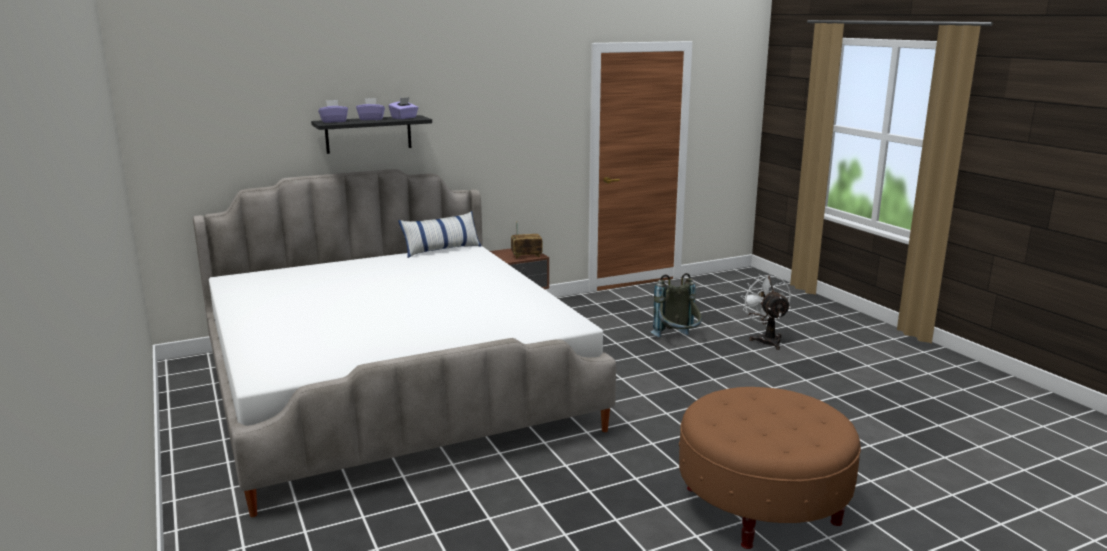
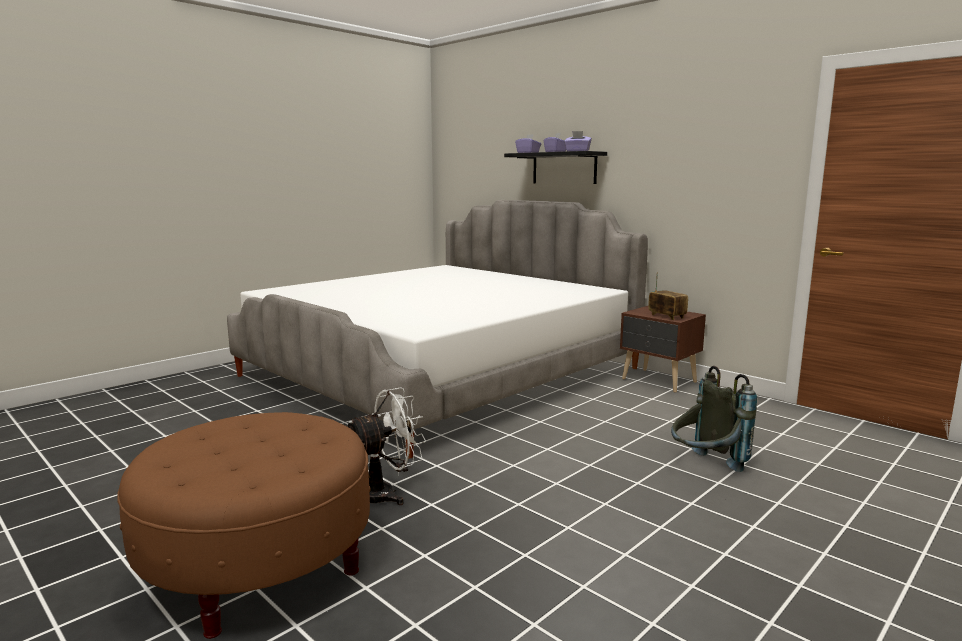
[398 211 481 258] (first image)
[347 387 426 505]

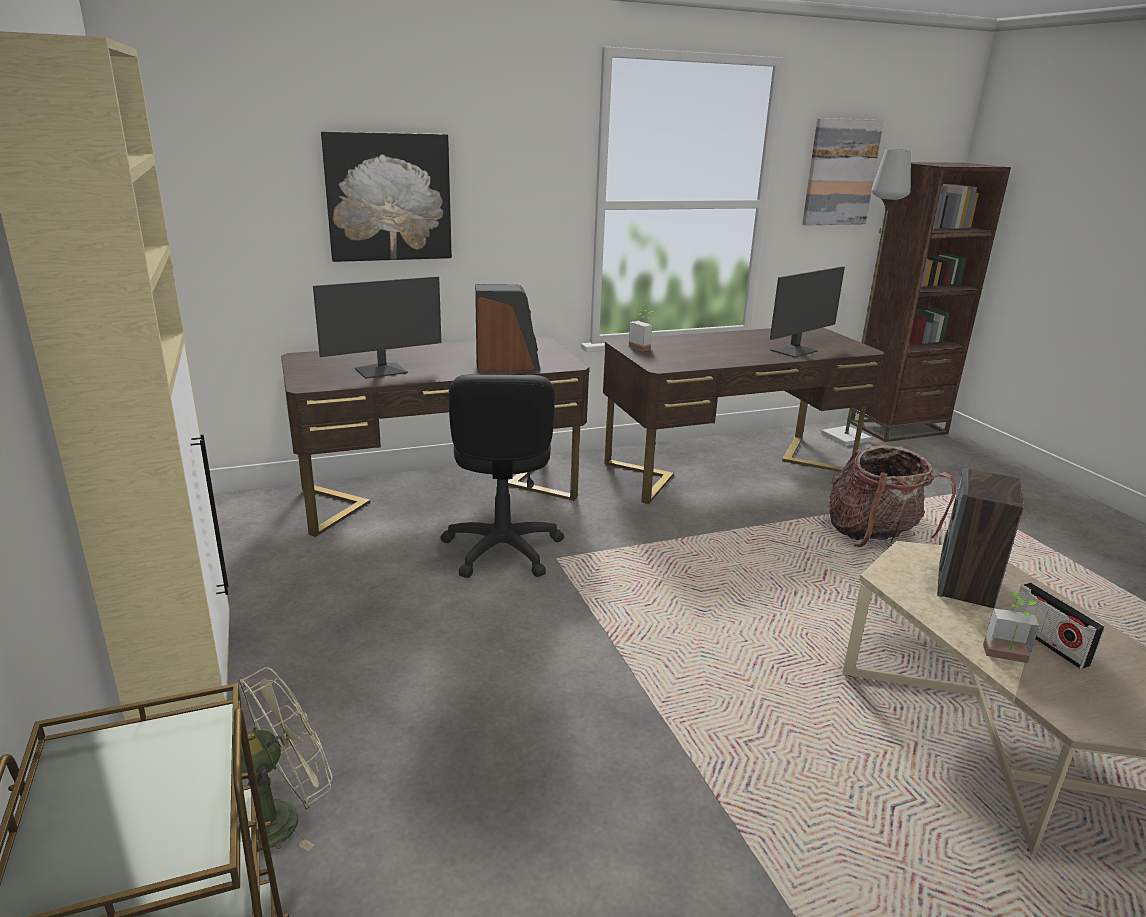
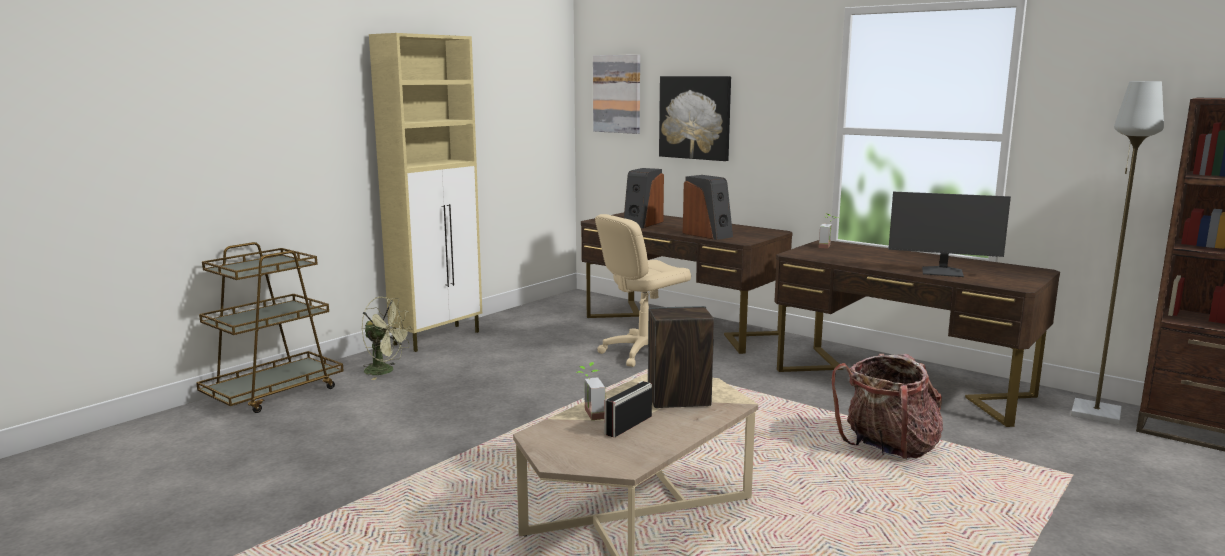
[624 168 664 228]
[595 214 691 367]
[593 55 640 134]

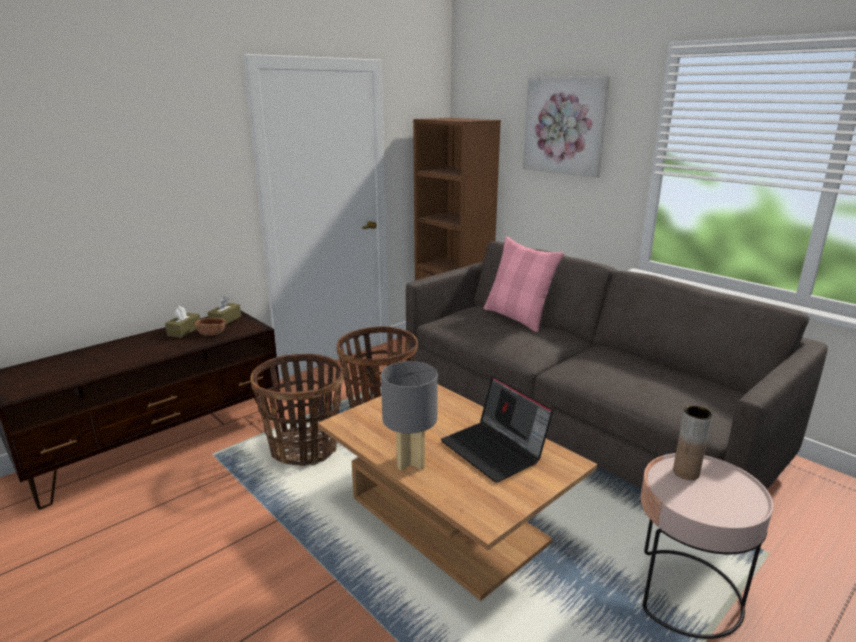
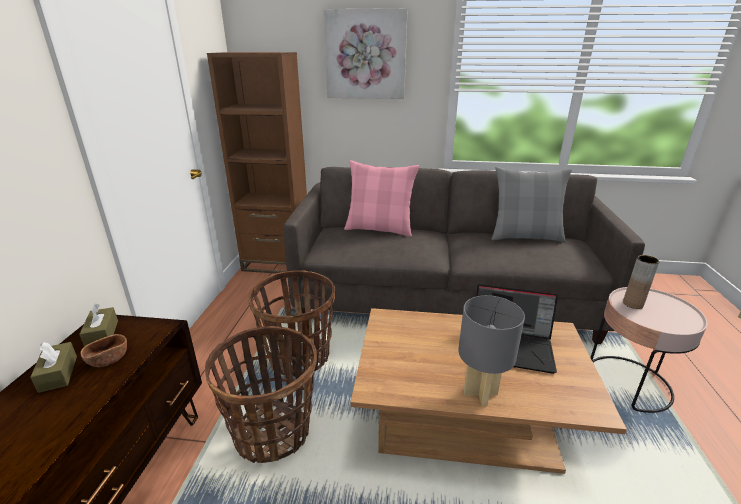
[491 167 572 243]

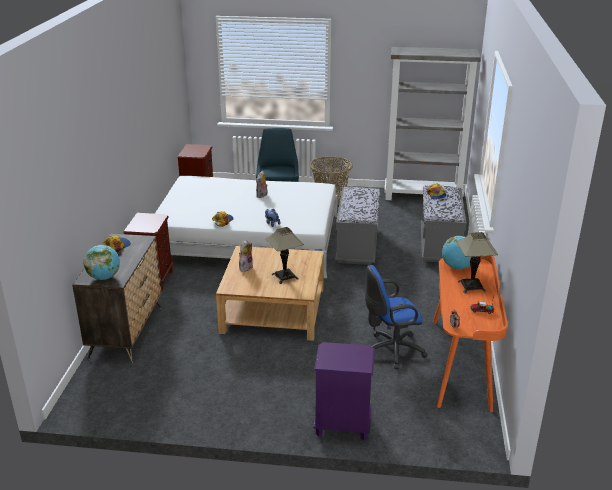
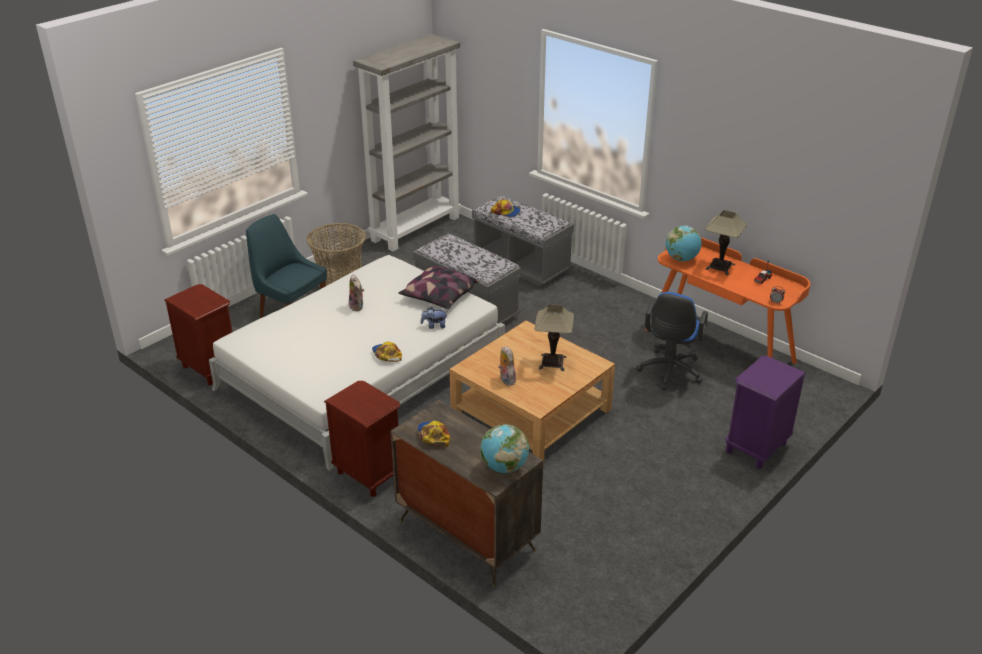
[398 266 479 309]

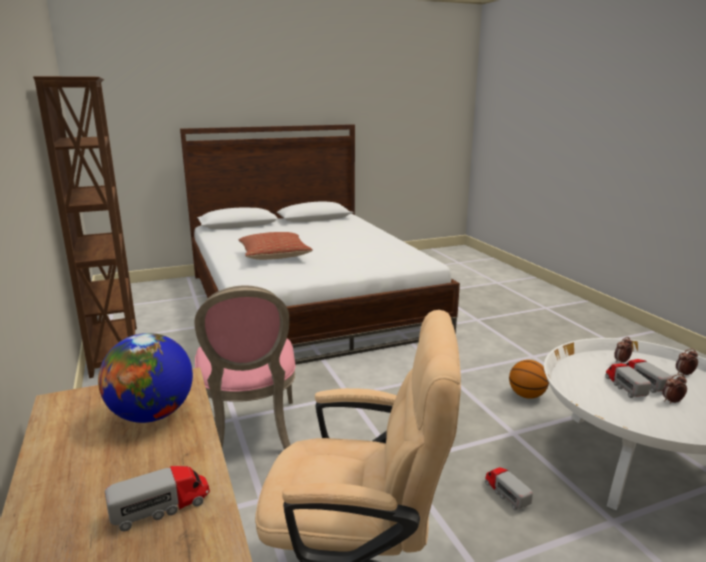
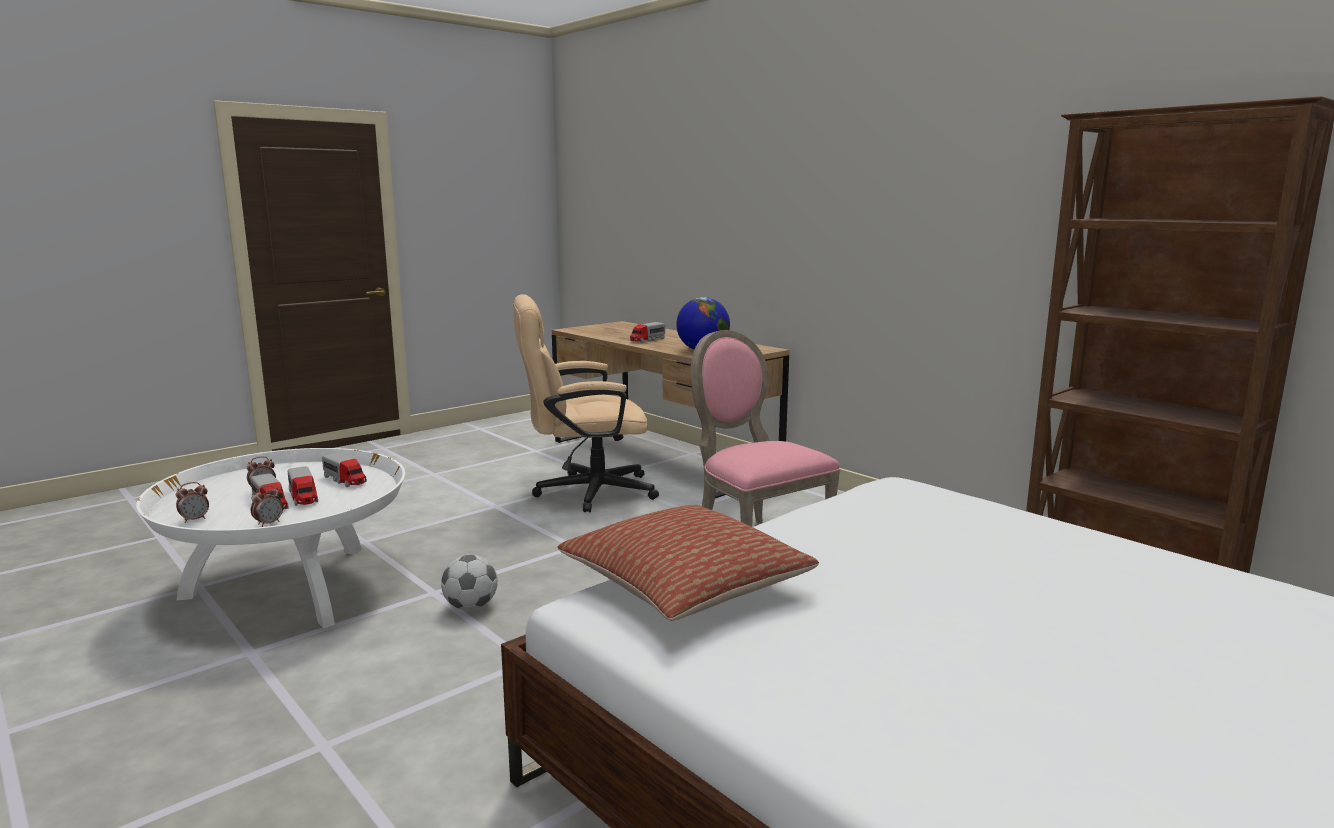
[558 505 819 621]
[322 452 367 487]
[509 360 549 399] (first image)
[441 554 498 611]

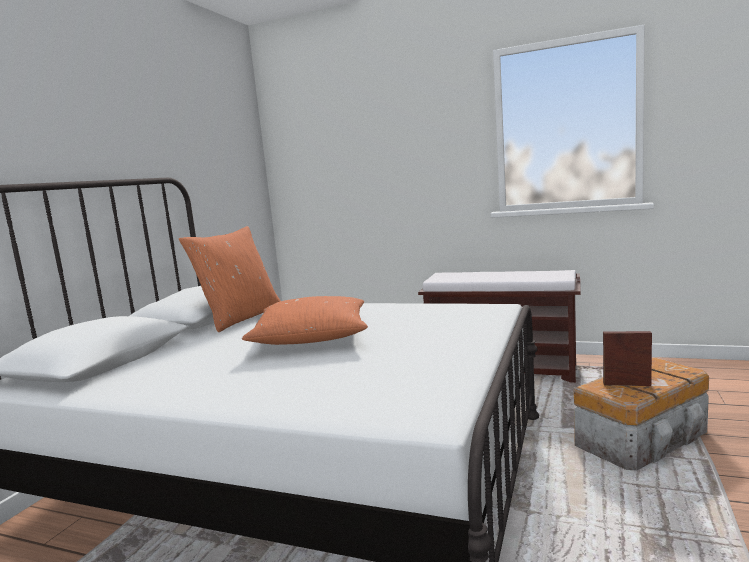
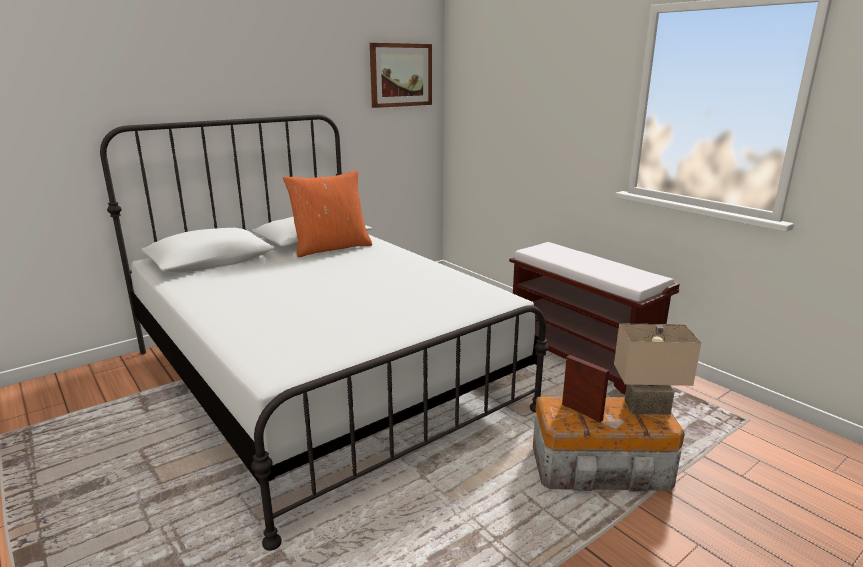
[242 296 368 345] (first image)
[370 43 432 108]
[614 323 701 415]

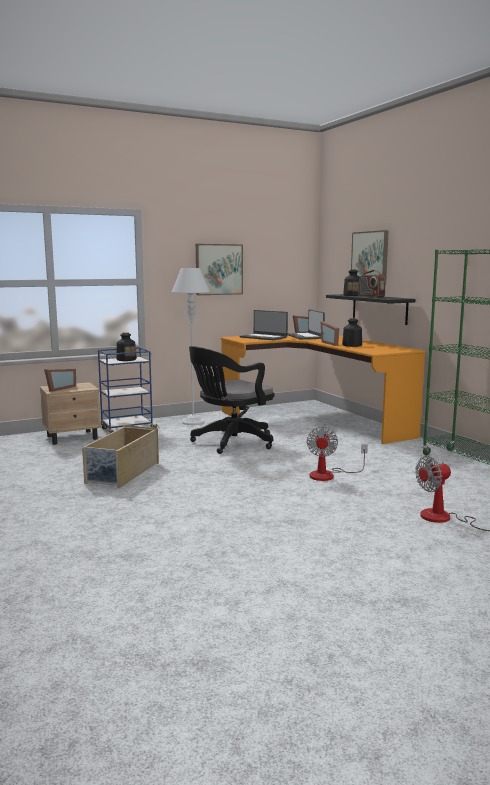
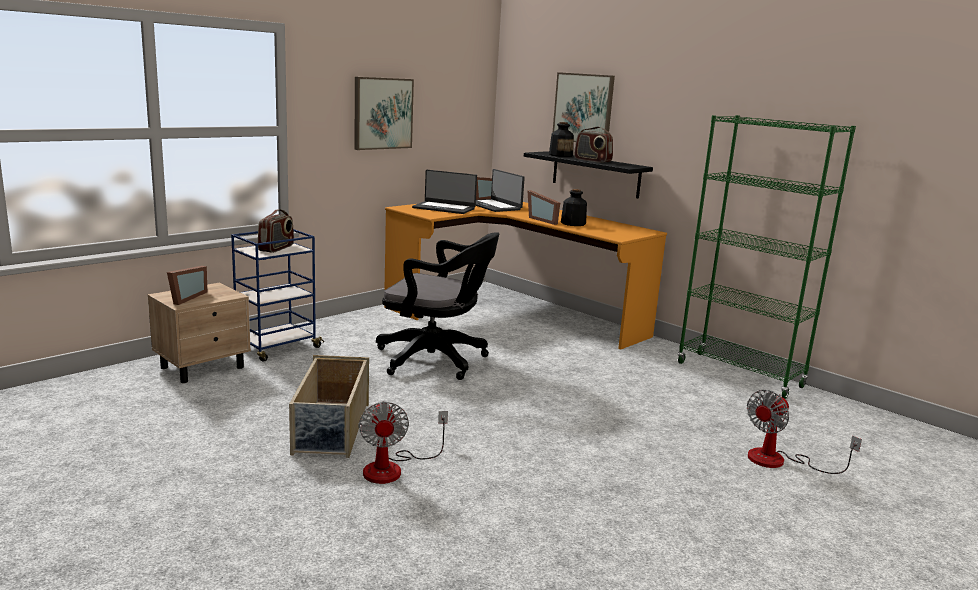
[258 209 294 253]
[172 268 210 425] (first image)
[376 232 499 380]
[359 401 448 484]

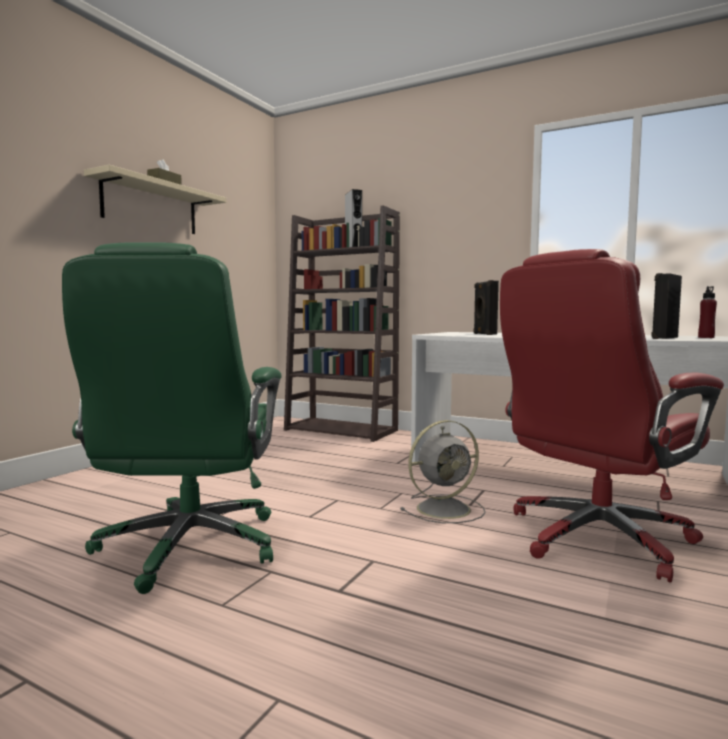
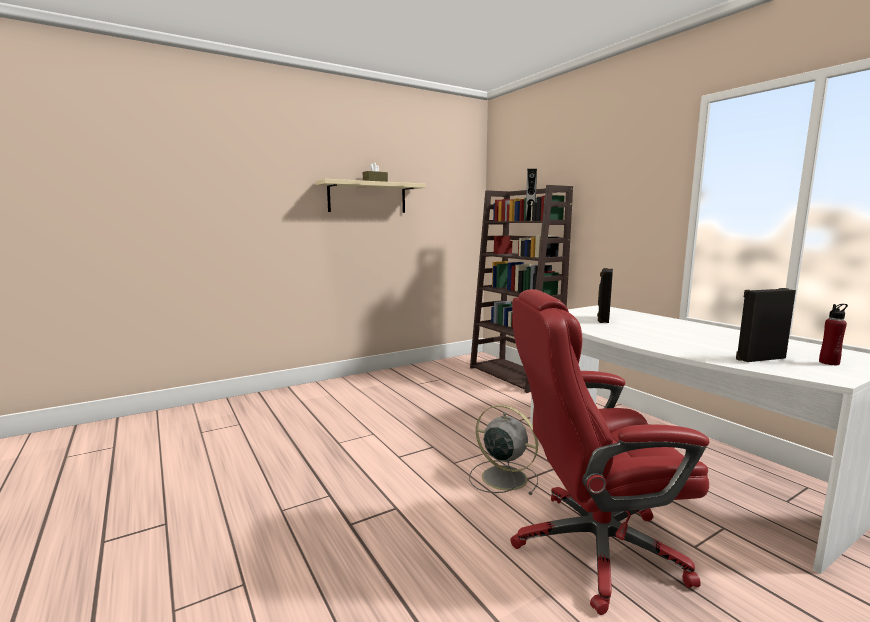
[62 242 282 594] (first image)
[469 405 538 495]

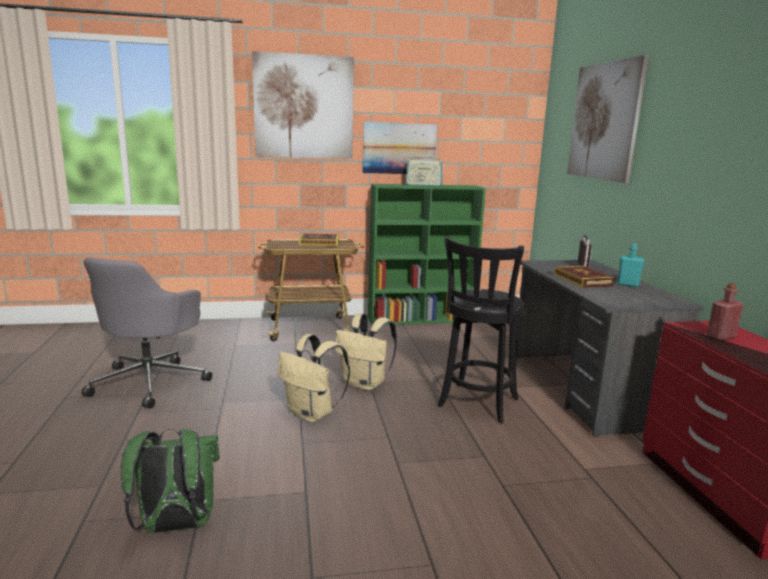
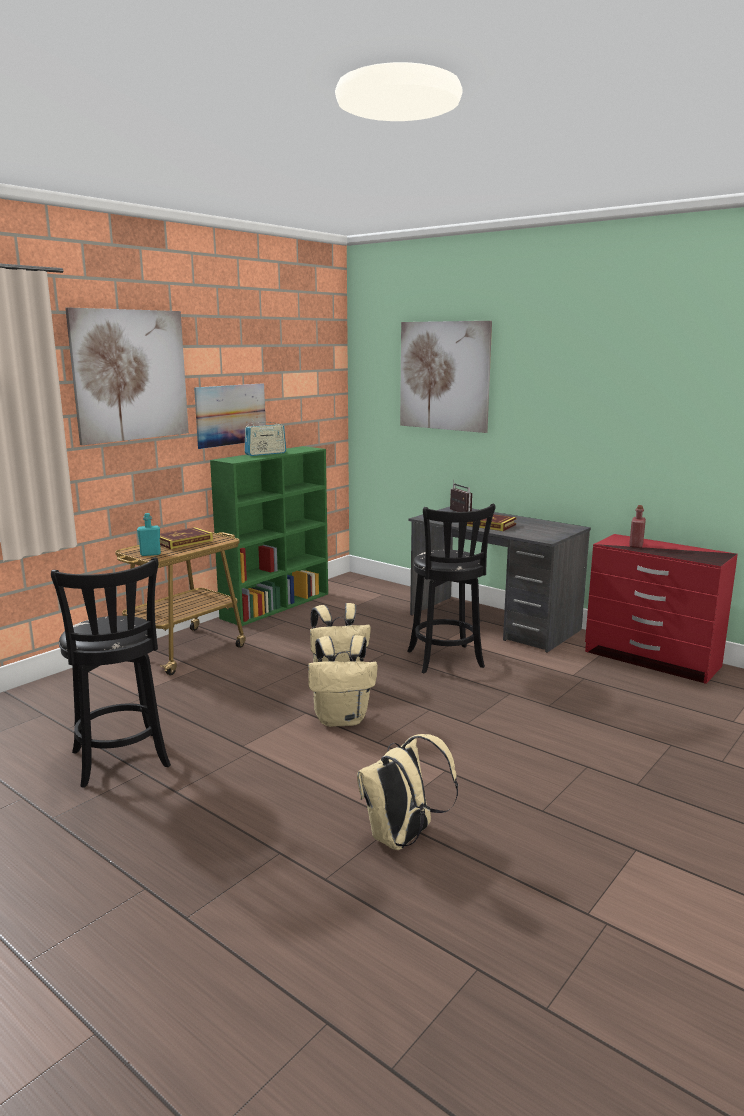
[51 557 171 788]
[357 734 458 850]
[137 513 161 556]

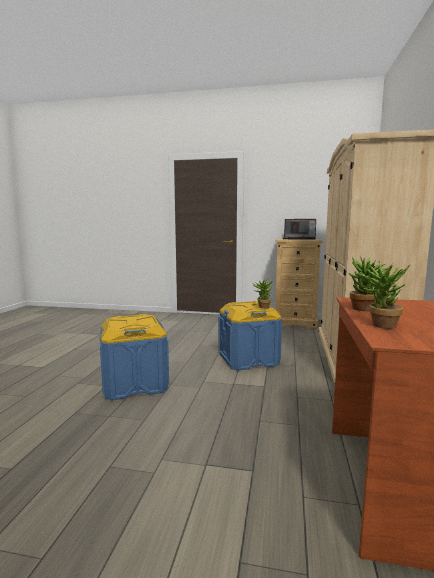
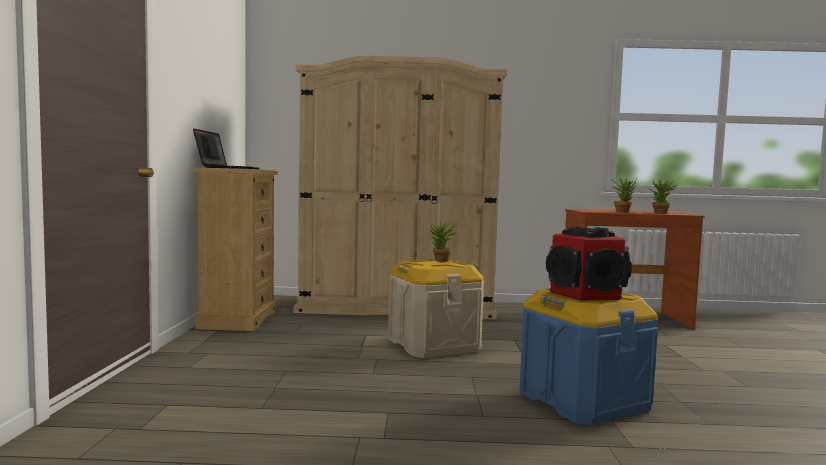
[388 260 484 358]
[546 227 632 300]

